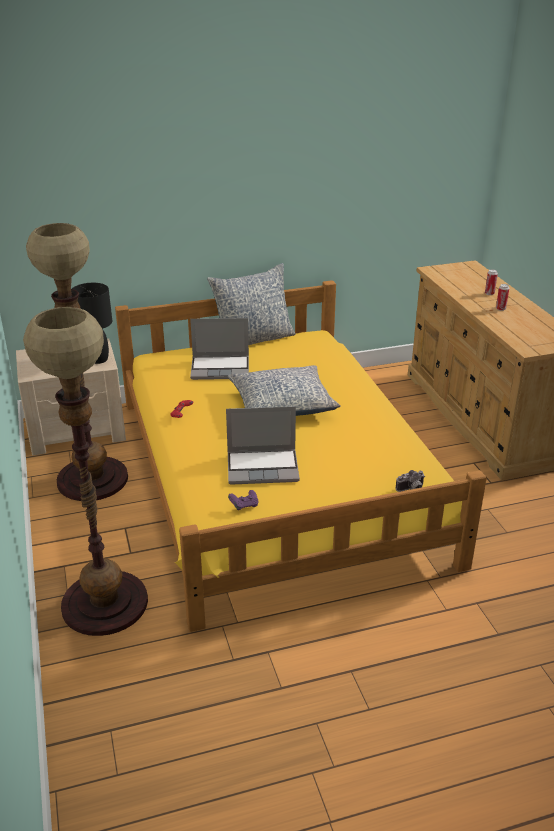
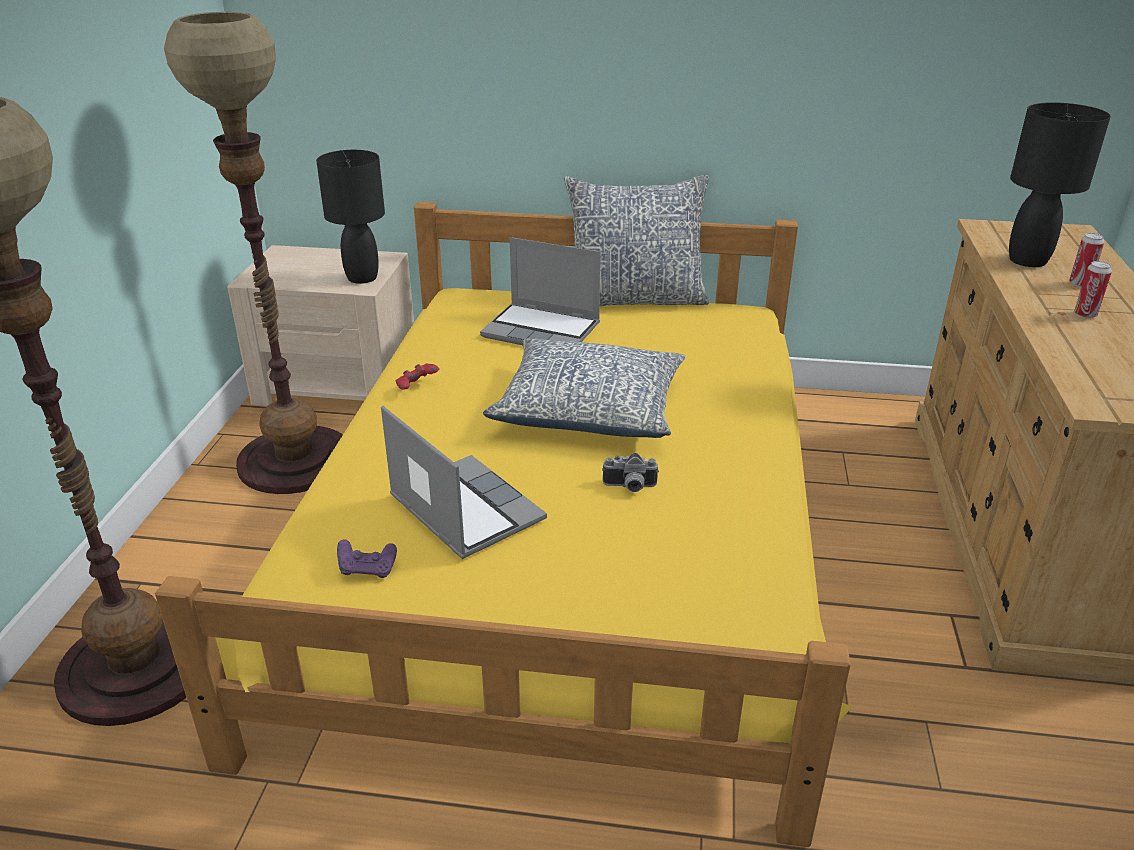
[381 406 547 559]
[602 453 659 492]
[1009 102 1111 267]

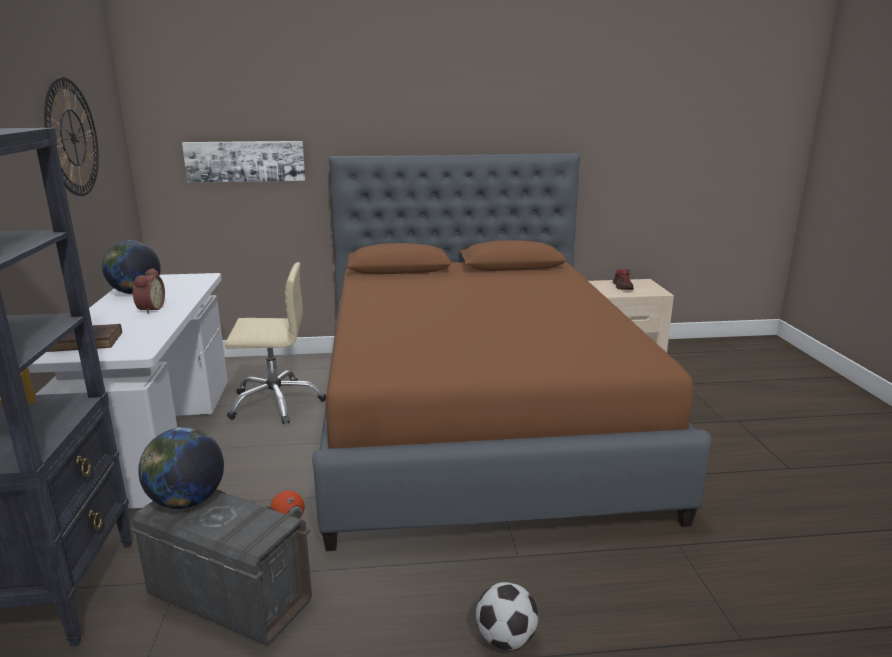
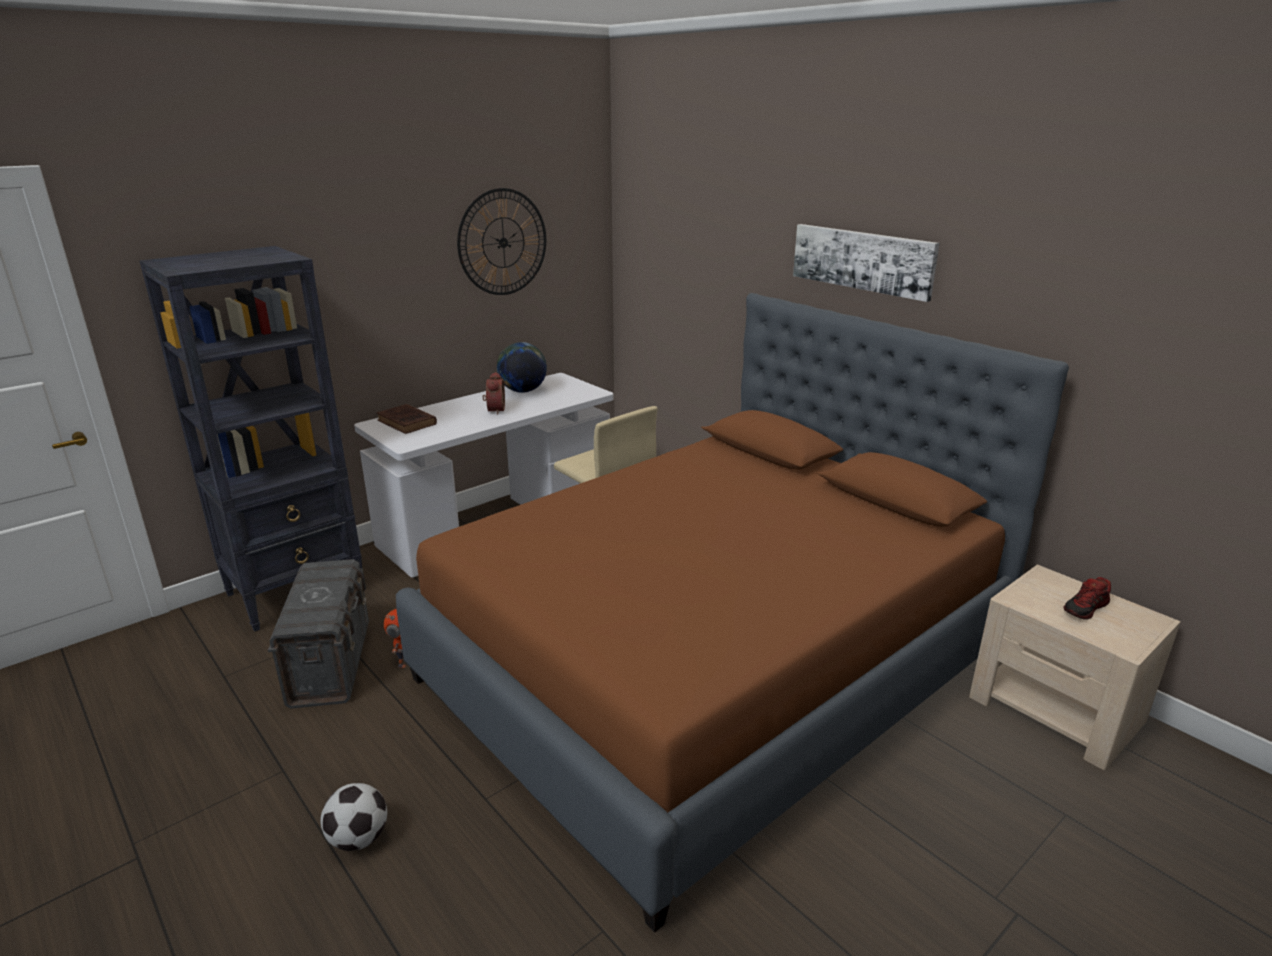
[482 372 505 415]
[138 427 224 509] (first image)
[793 224 940 302]

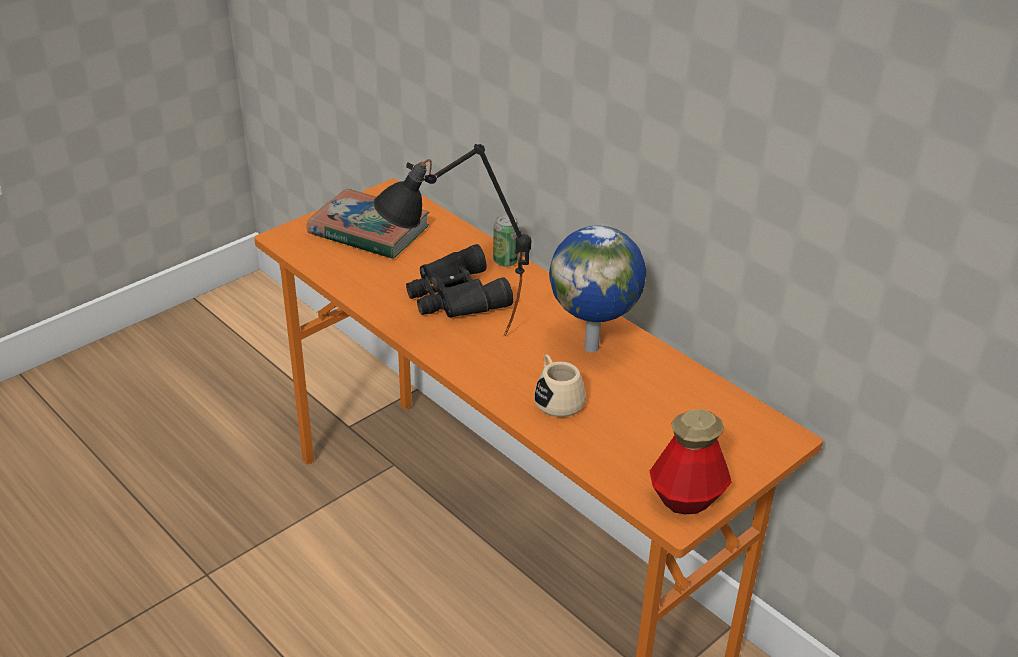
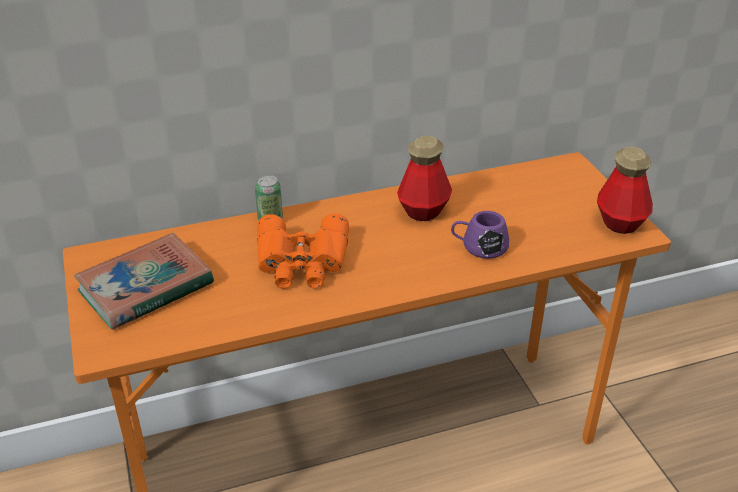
[373 144 531 337] (first image)
[257 214 349 289]
[451 211 509 259]
[397 136 452 221]

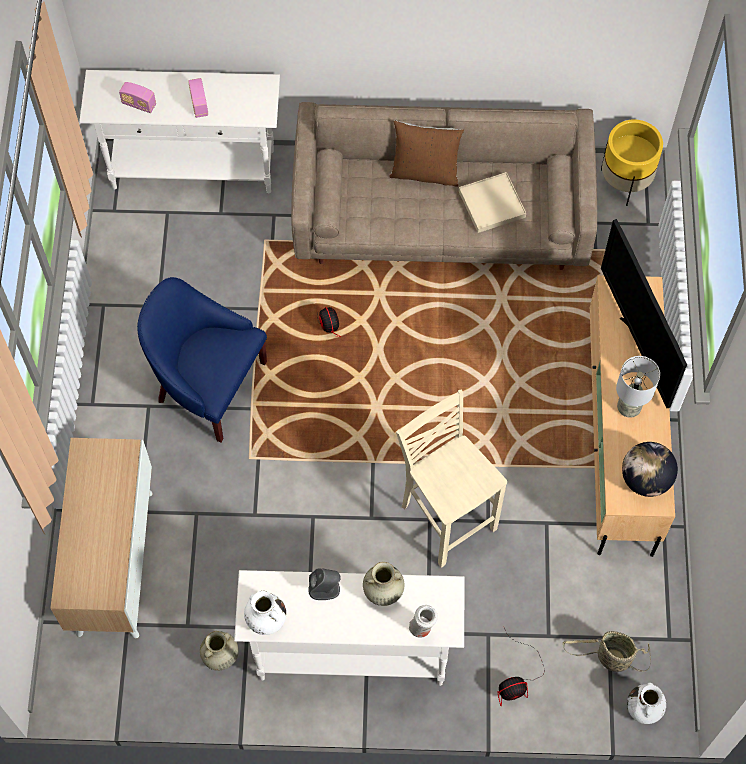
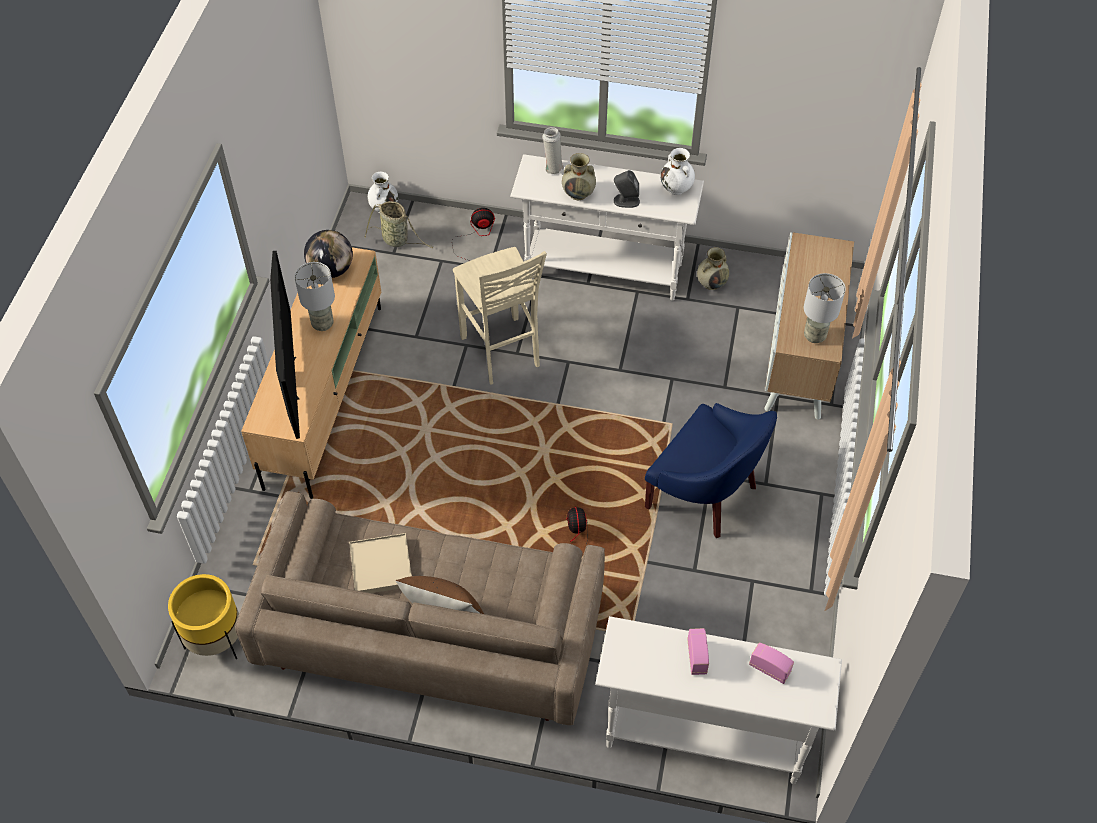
[804 273 846 343]

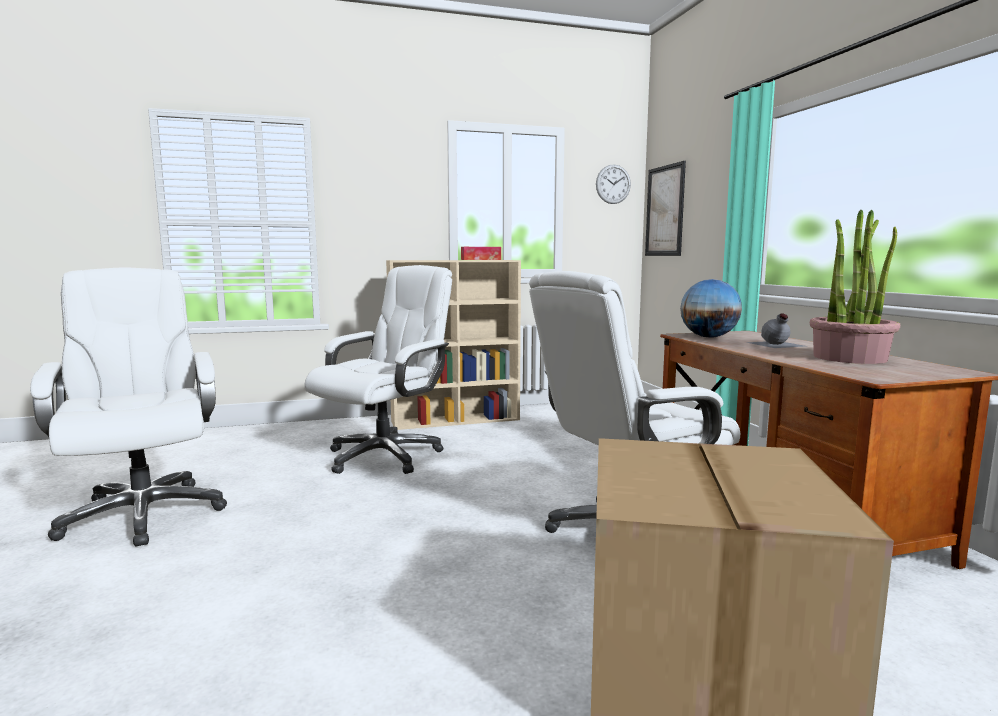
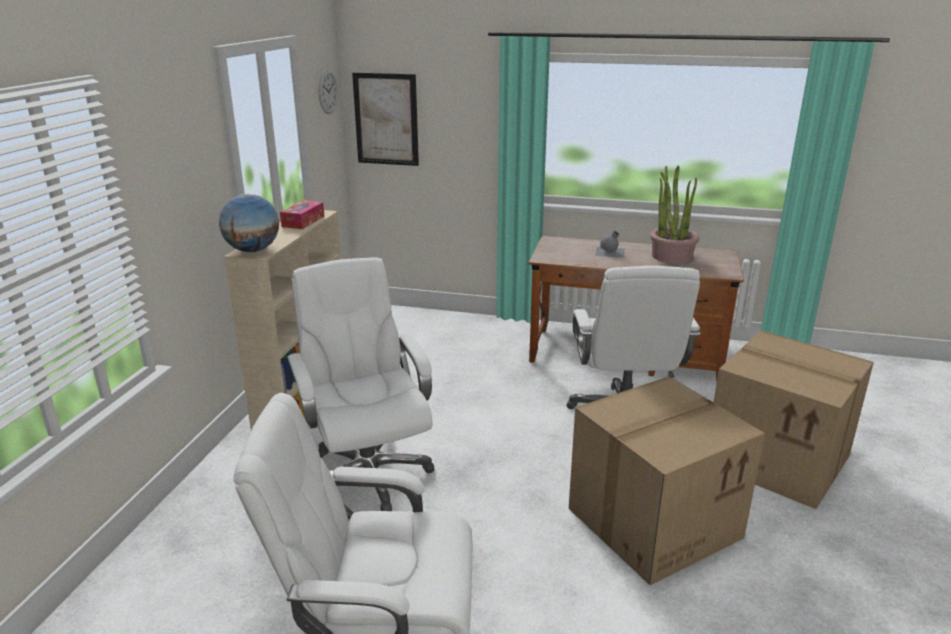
[219 194 279 252]
[569 376 765 585]

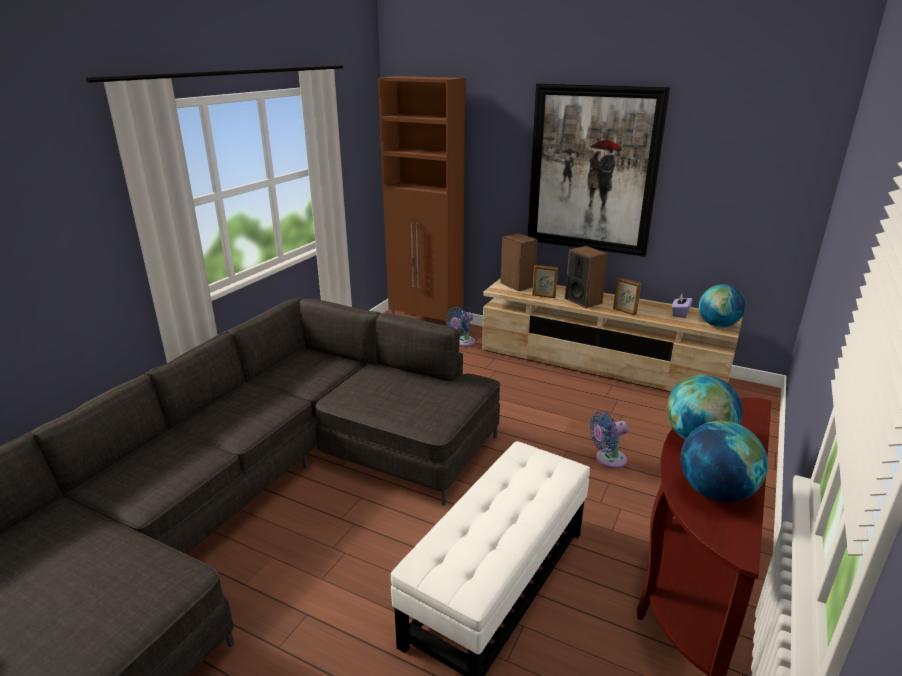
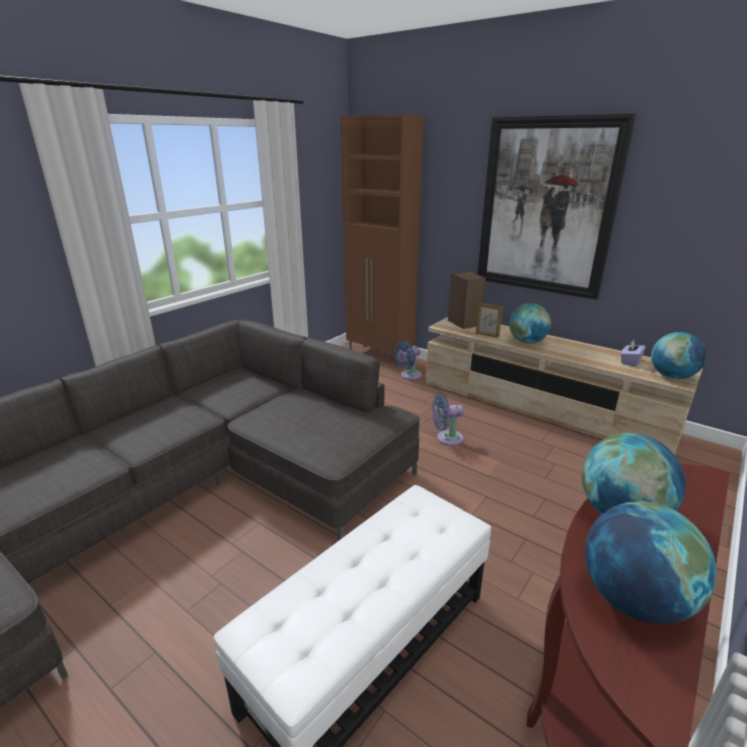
[509 303 551 344]
[432 394 464 446]
[613 277 641 315] (first image)

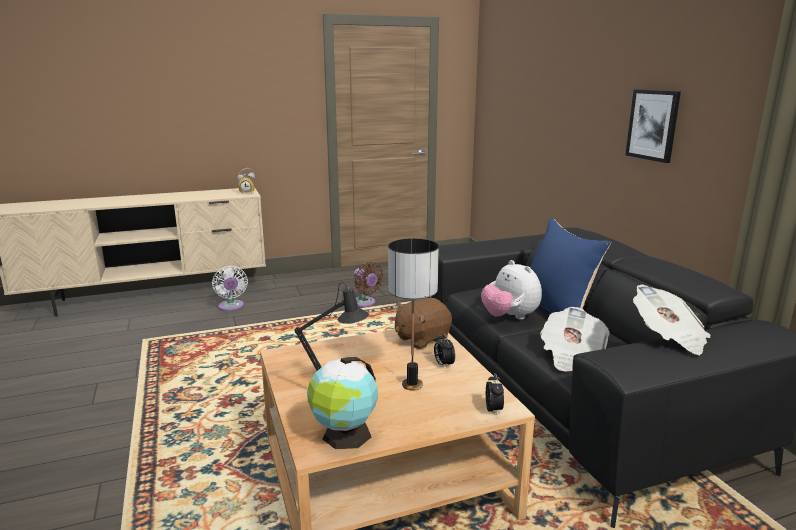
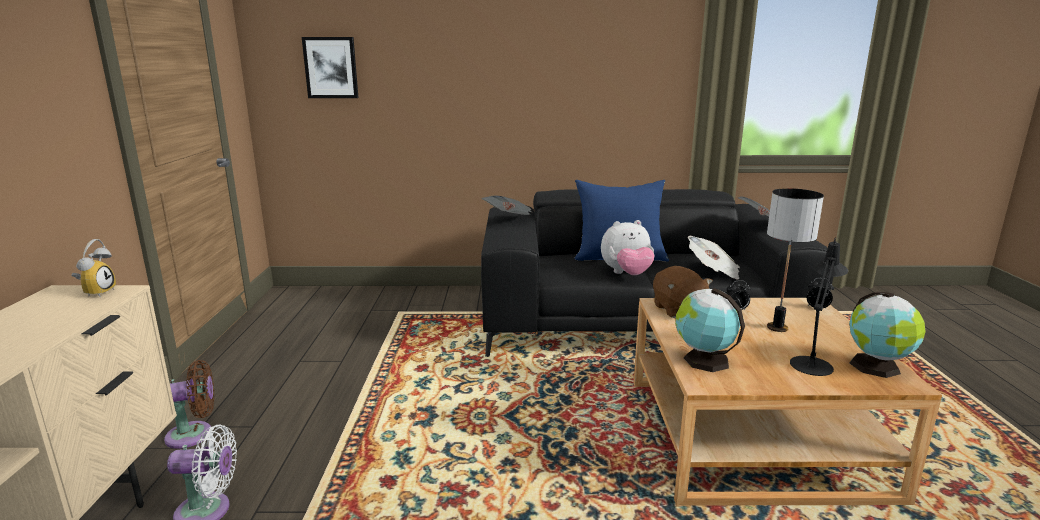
[164 360 214 449]
[302 37 358 98]
[481 196 532 215]
[675 288 745 372]

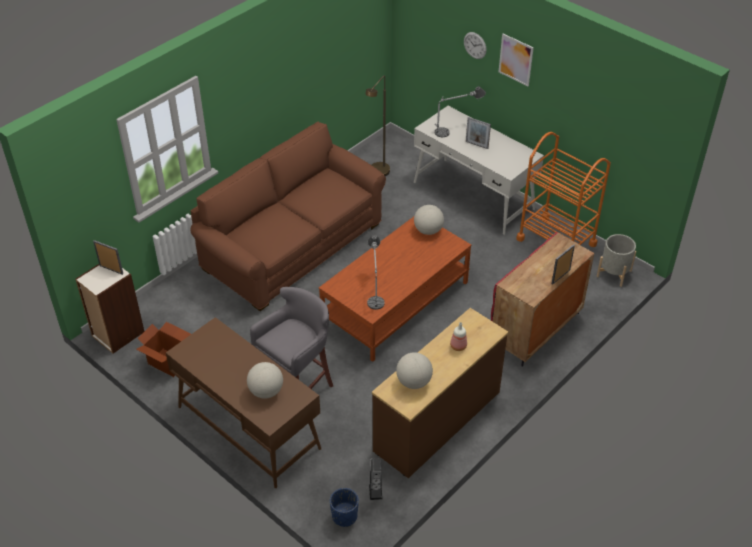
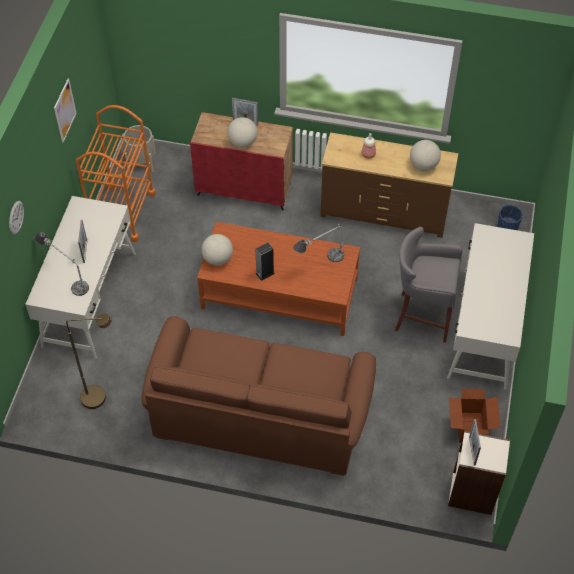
[447 223 534 390]
[227 117 258 148]
[255 243 275 281]
[54 79 77 143]

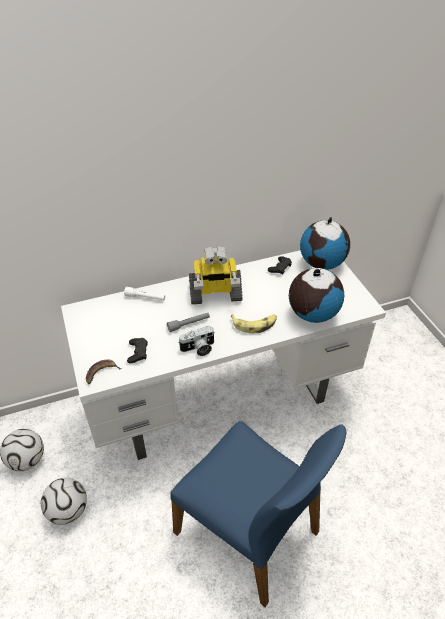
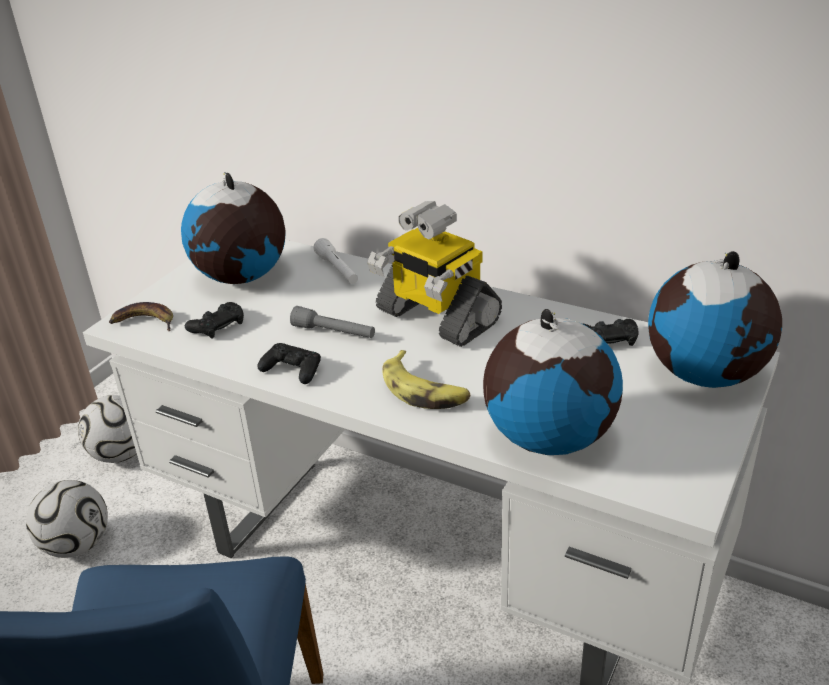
[257 343 321 384]
[181 172 285 284]

